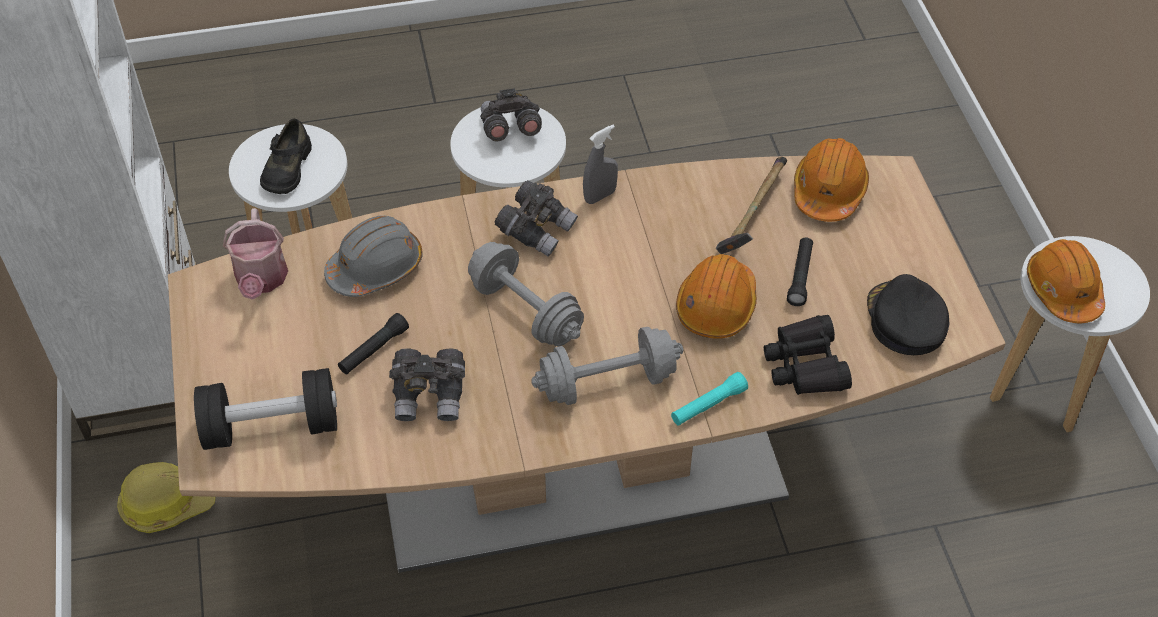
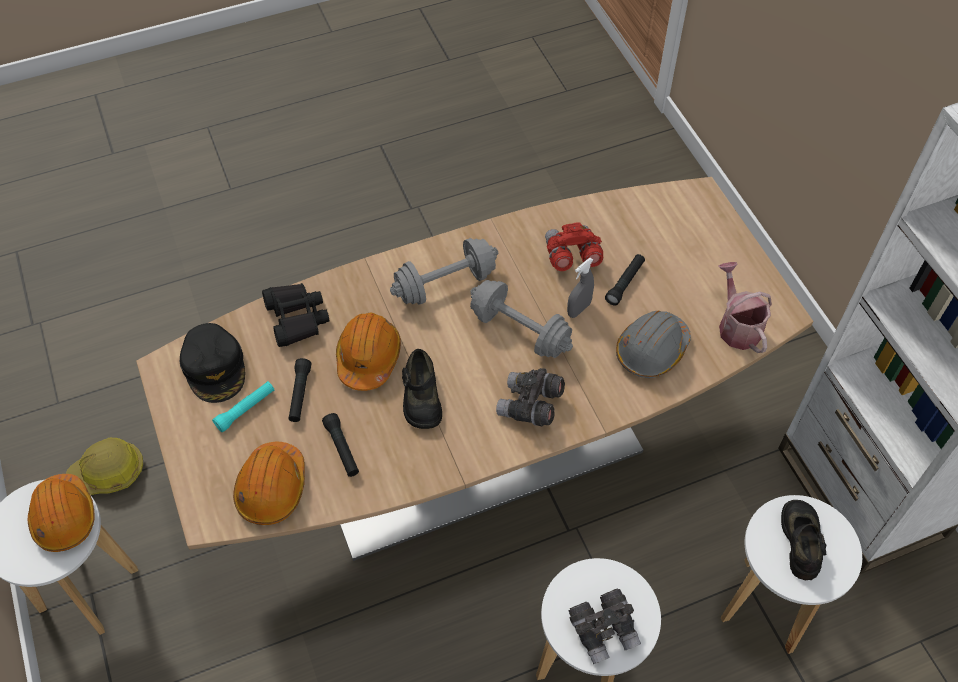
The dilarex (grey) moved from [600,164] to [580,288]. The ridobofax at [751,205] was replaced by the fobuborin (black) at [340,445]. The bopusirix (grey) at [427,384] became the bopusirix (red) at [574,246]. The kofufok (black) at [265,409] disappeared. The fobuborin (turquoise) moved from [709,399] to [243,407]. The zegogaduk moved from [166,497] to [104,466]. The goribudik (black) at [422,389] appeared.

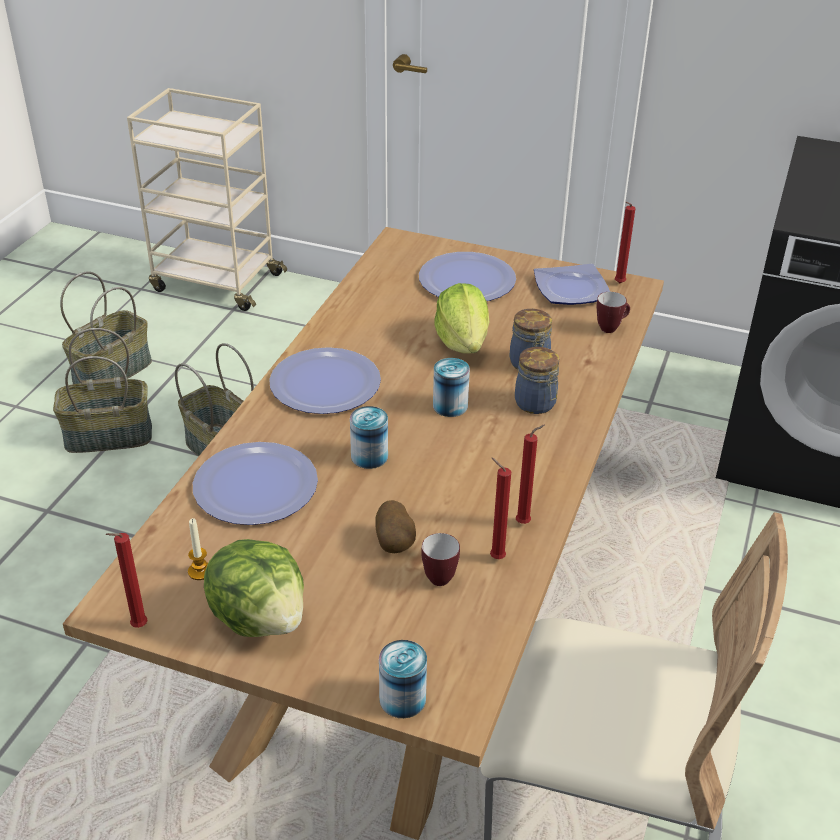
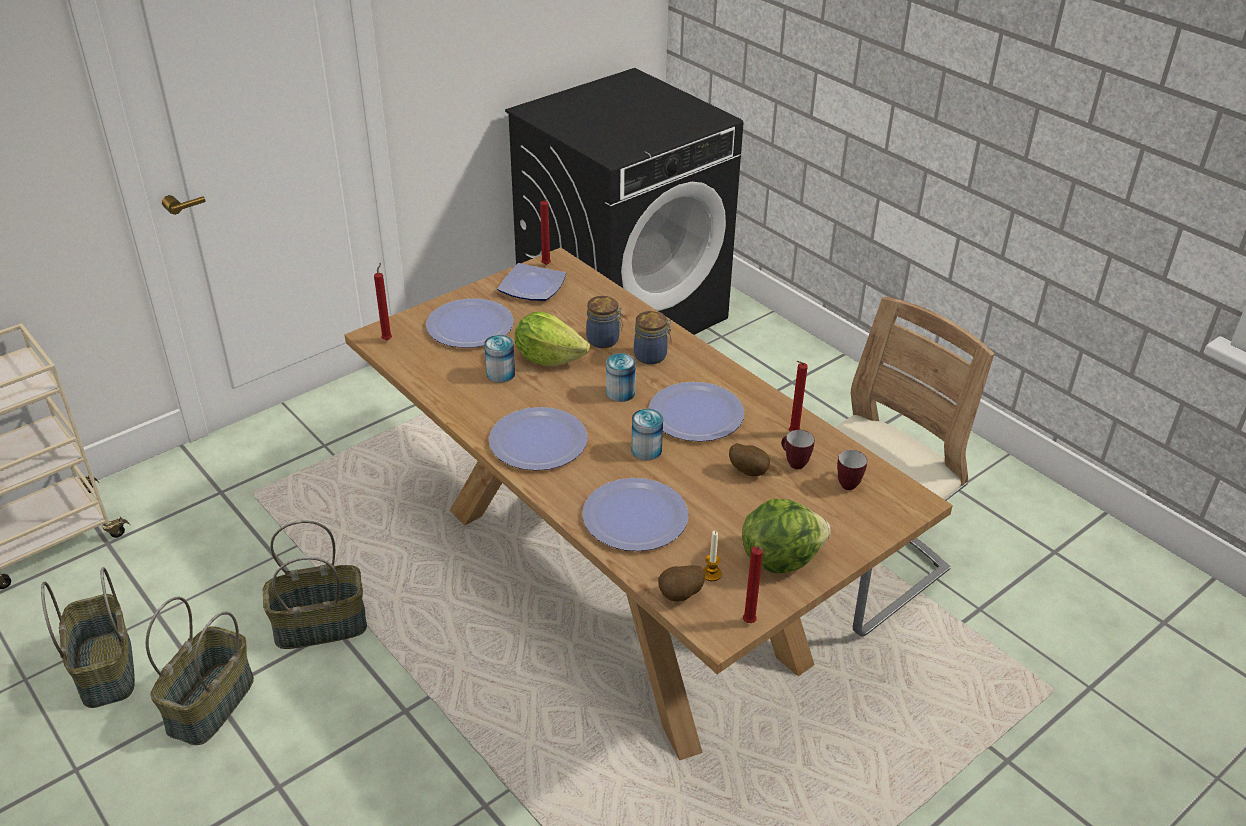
The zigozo moved from [613,312] to [852,470]. The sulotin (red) moved from [530,474] to [383,301]. The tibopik moved from [403,679] to [499,359]. The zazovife at [696,412] appeared. The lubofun at [681,583] appeared.

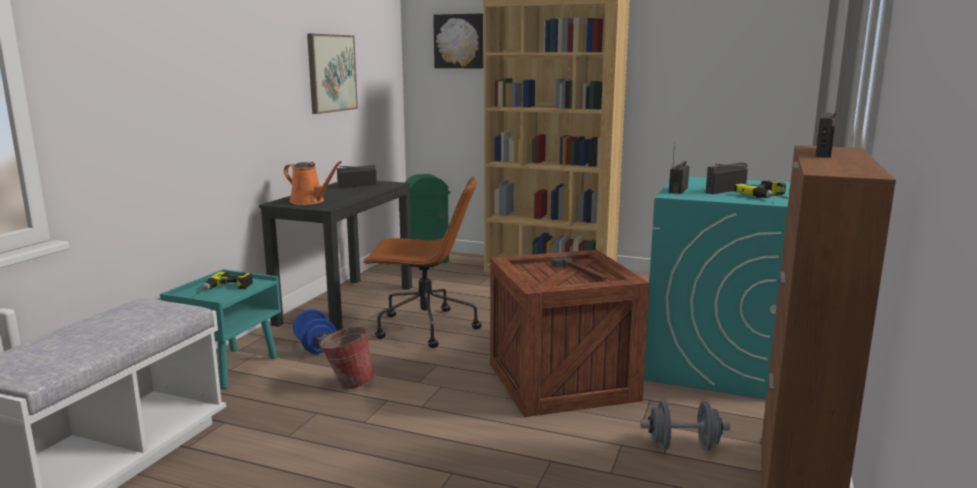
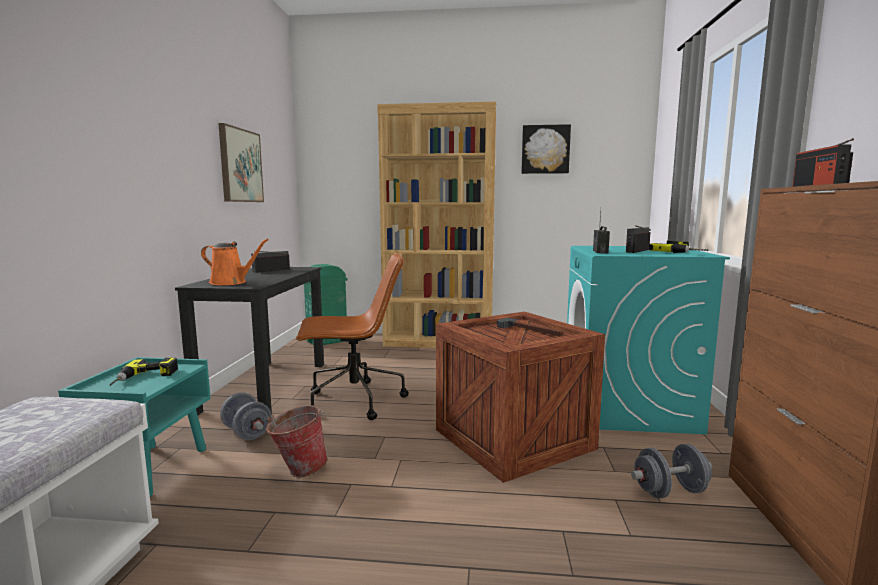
The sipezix moved from [458,41] to [546,149]. The kofufok (blue) at [314,331] became the kofufok (grey) at [246,416].

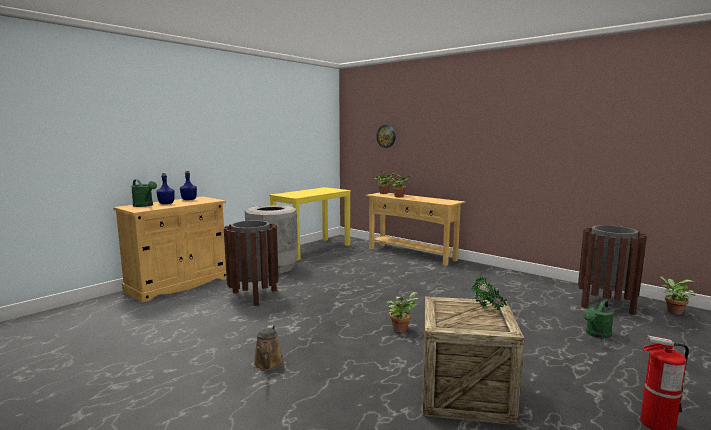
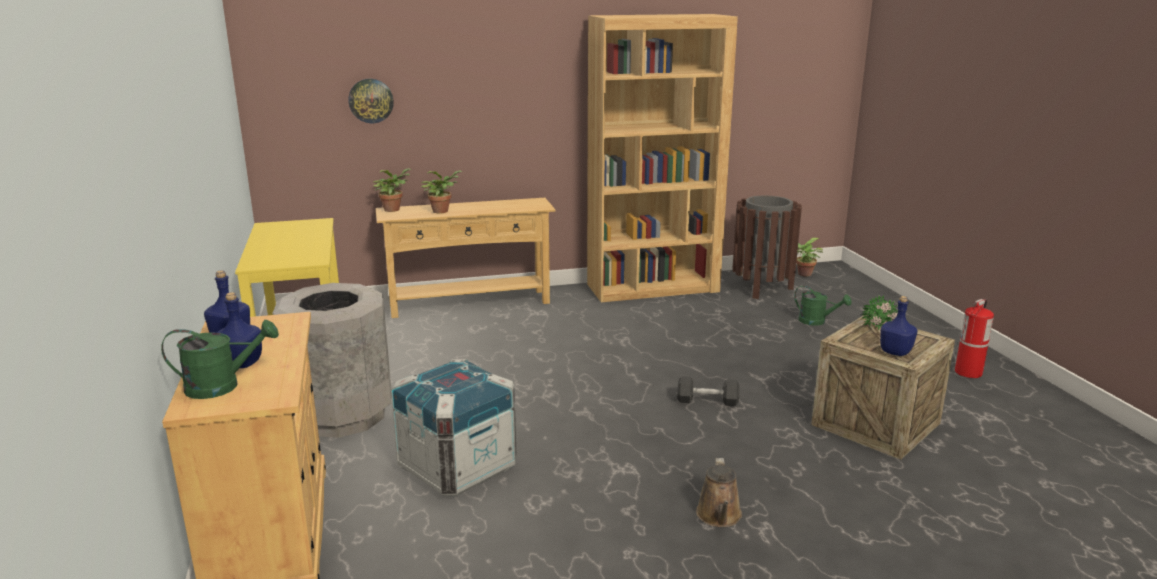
The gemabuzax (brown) at [251,263] was replaced by the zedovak at [454,427]. The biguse at [403,312] was replaced by the kofufok (grey) at [708,391]. The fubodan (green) at [599,319] turned 45 degrees counterclockwise. The fubodan (brown) at [268,348] turned 60 degrees clockwise. The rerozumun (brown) at [662,158] appeared. The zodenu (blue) at [898,326] appeared.

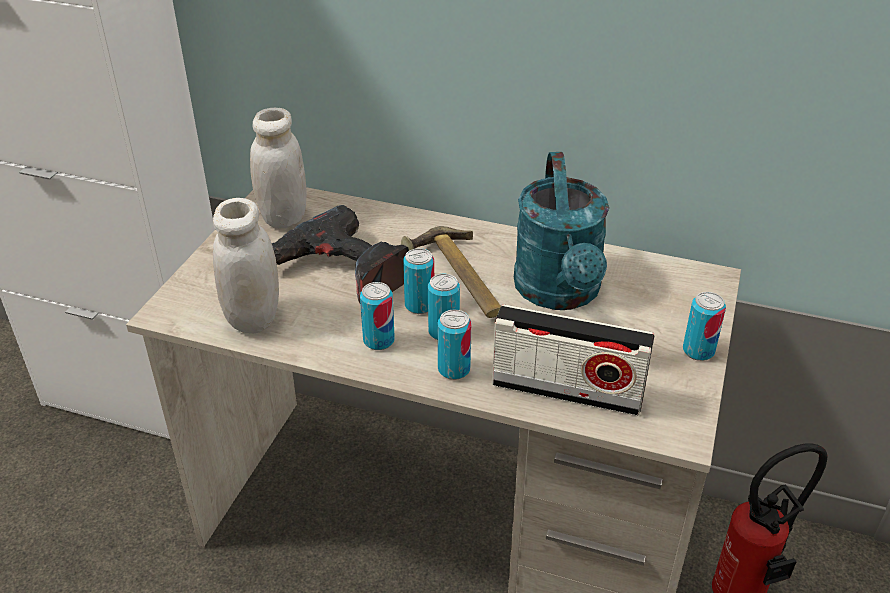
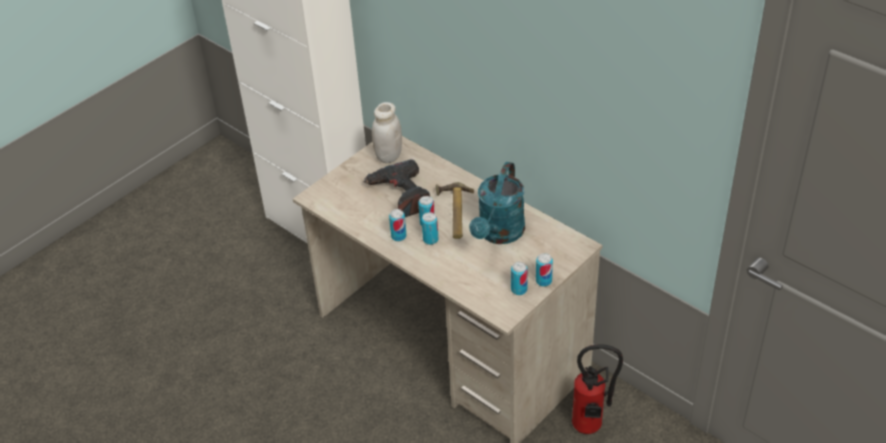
The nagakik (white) at [246,265] disappeared. The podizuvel at [573,360] disappeared. The tibopik moved from [454,345] to [519,278].

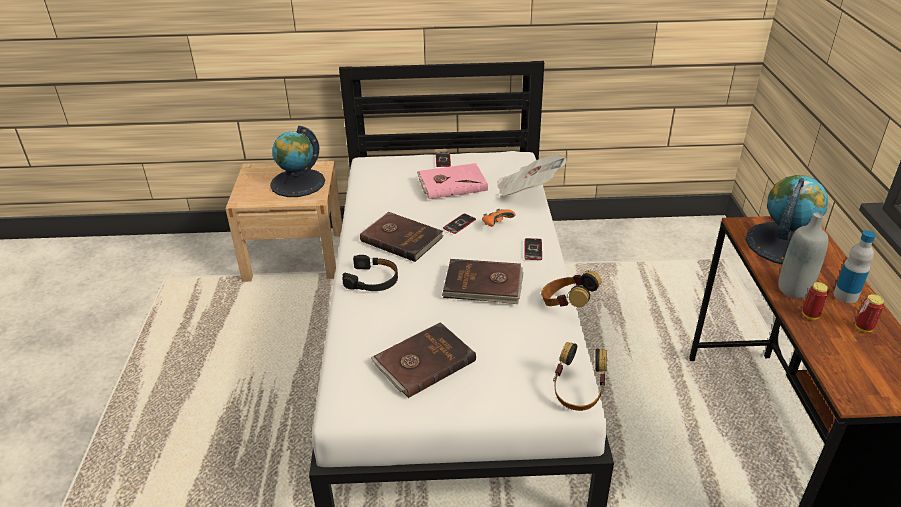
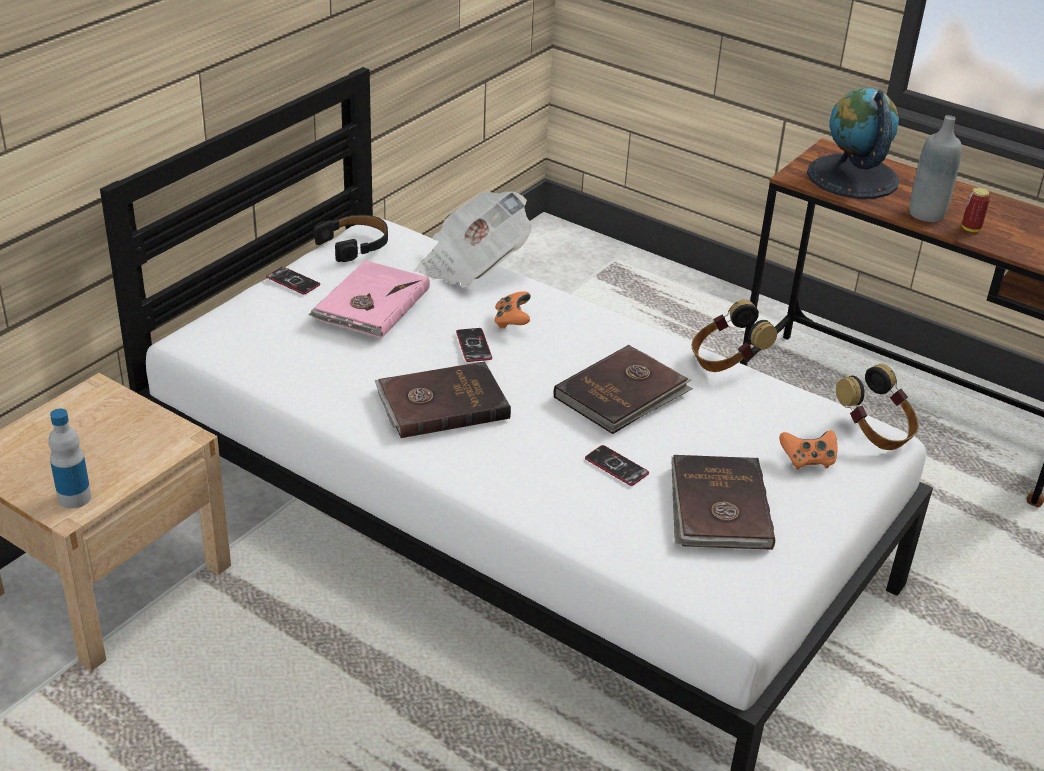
The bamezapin at [297,161] disappeared. The zodenu moved from [854,266] to [69,458]. The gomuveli moved from [533,249] to [617,465]. The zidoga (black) moved from [370,273] to [350,238]. The tibopik at [869,313] disappeared. The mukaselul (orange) at [808,450] appeared.

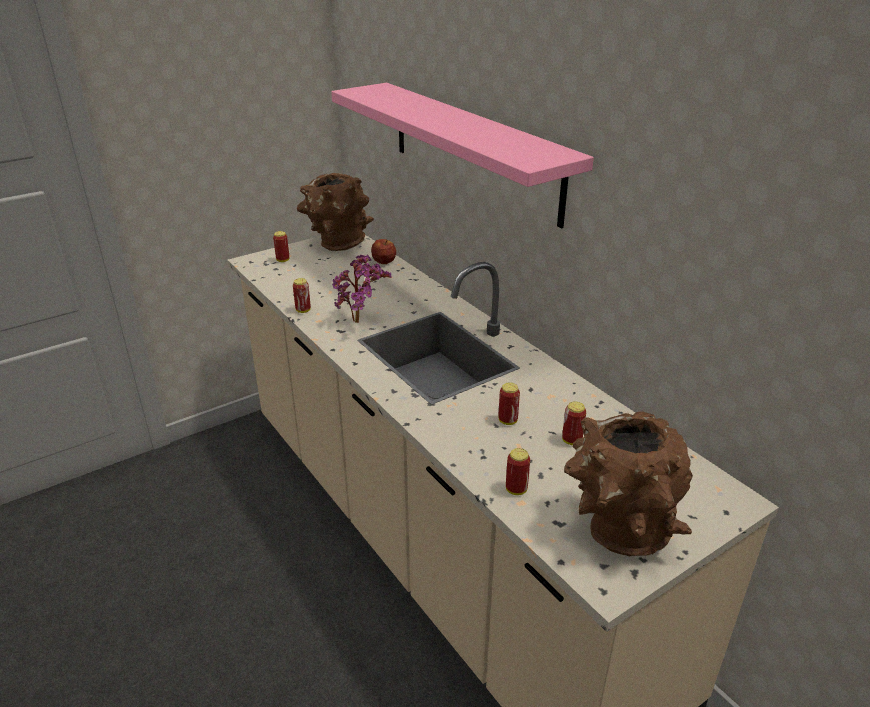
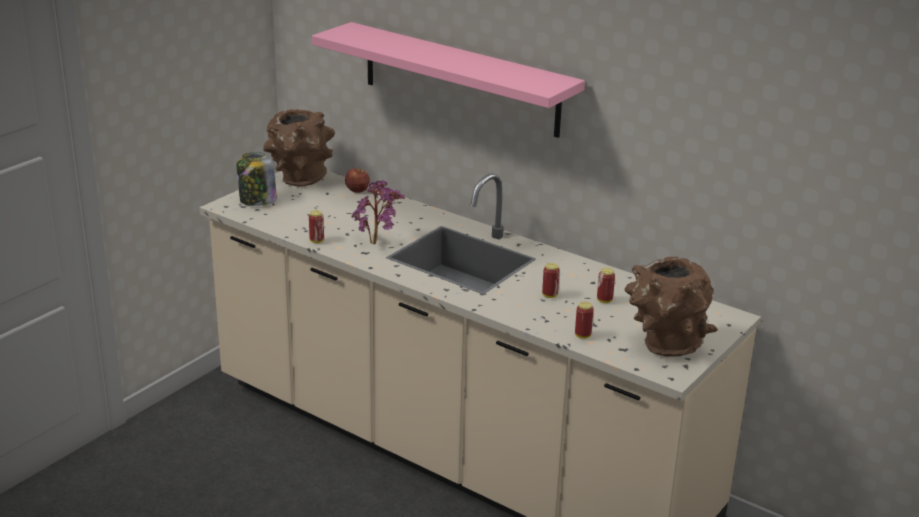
The tibopik at [281,246] was replaced by the nagakik at [256,179].

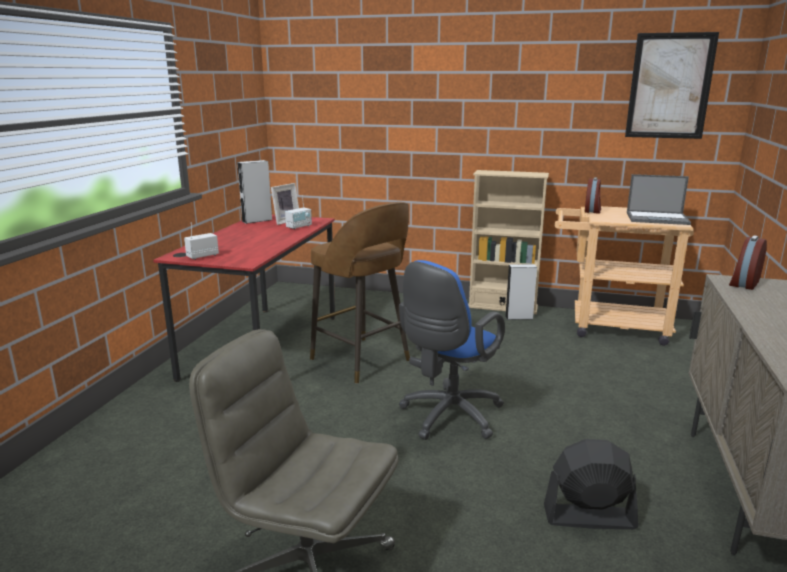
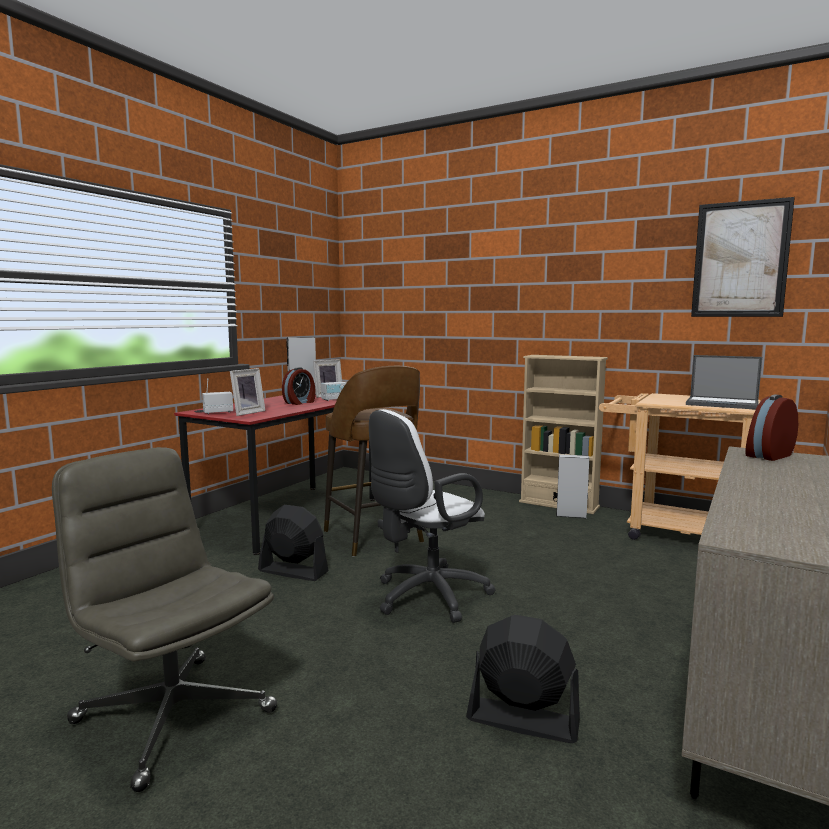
The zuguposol moved from [593,195] to [299,386]. The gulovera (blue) at [452,350] became the gulovera (white) at [432,516]. The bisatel at [247,392] appeared. The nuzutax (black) at [293,543] appeared.

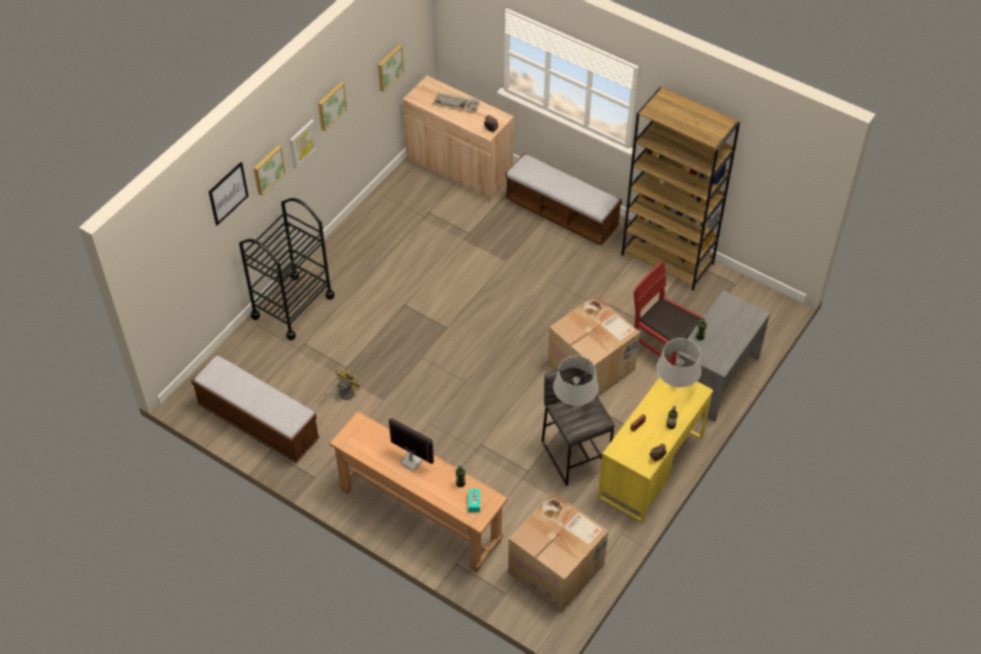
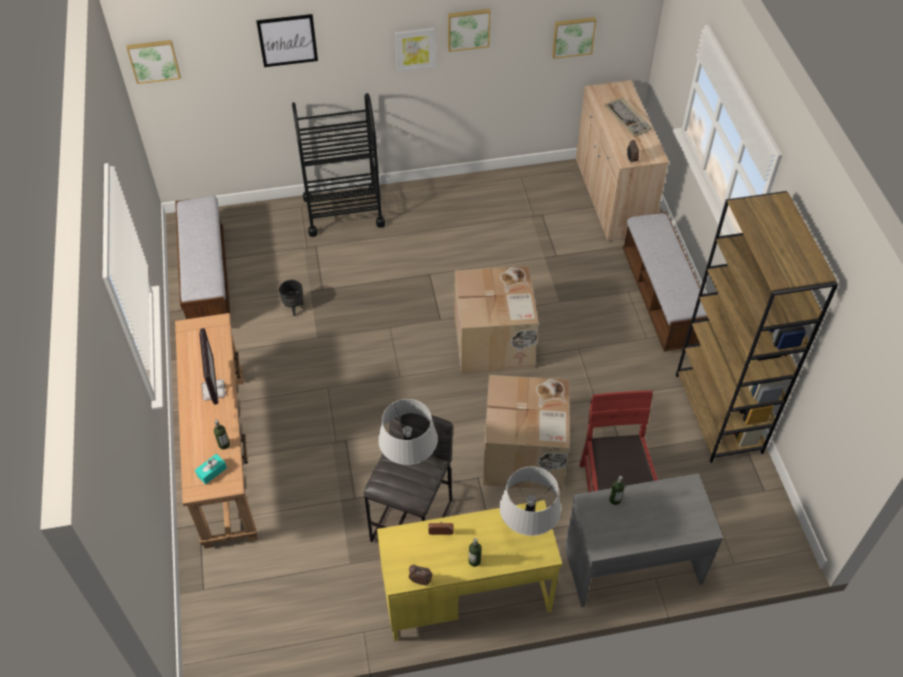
The sipezix moved from [270,171] to [154,62]. The nuzutax (yellow) at [340,386] was replaced by the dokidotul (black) at [291,298]. The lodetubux moved from [558,552] to [497,320].

